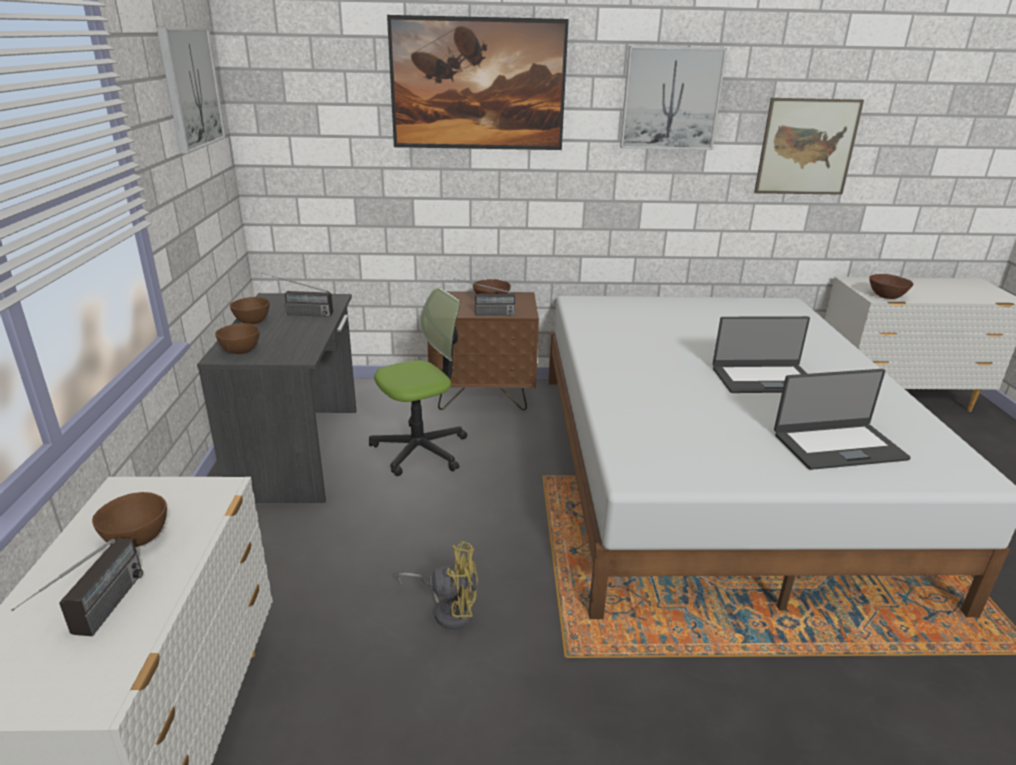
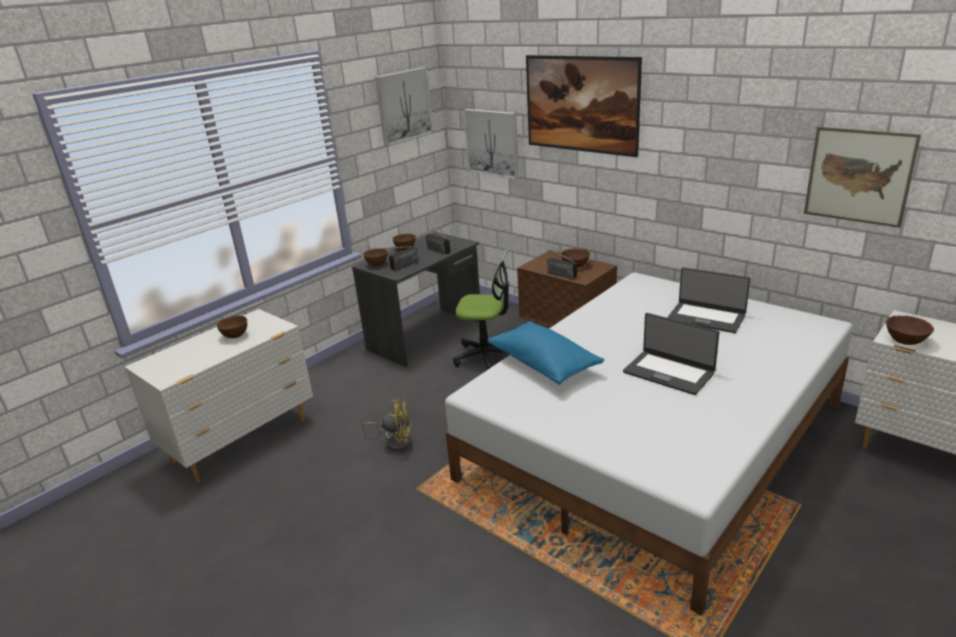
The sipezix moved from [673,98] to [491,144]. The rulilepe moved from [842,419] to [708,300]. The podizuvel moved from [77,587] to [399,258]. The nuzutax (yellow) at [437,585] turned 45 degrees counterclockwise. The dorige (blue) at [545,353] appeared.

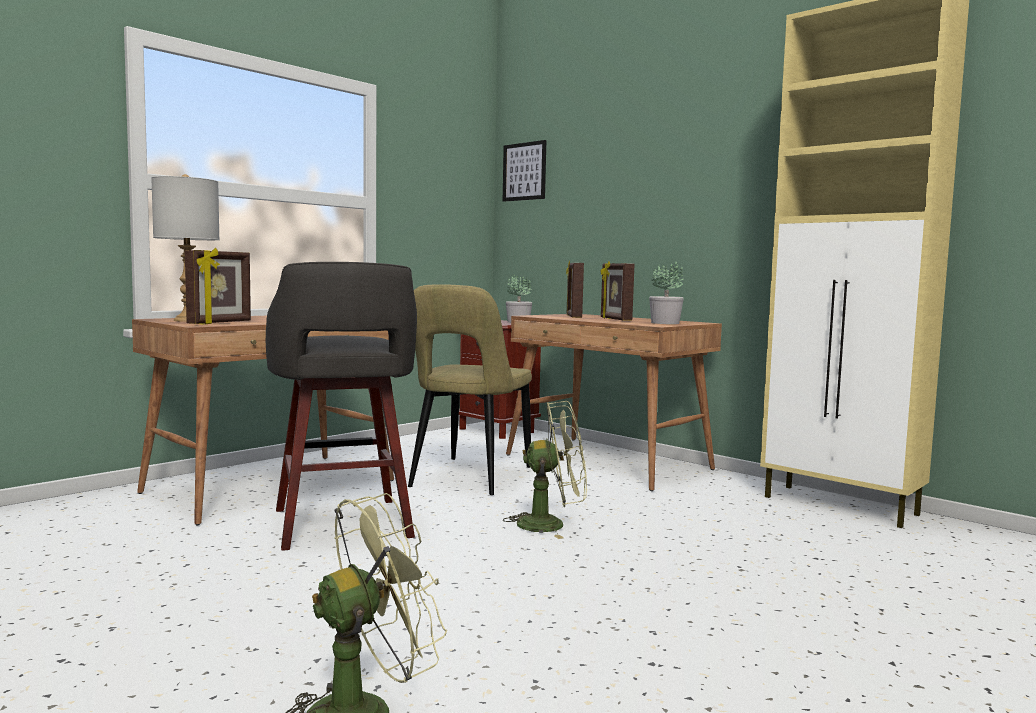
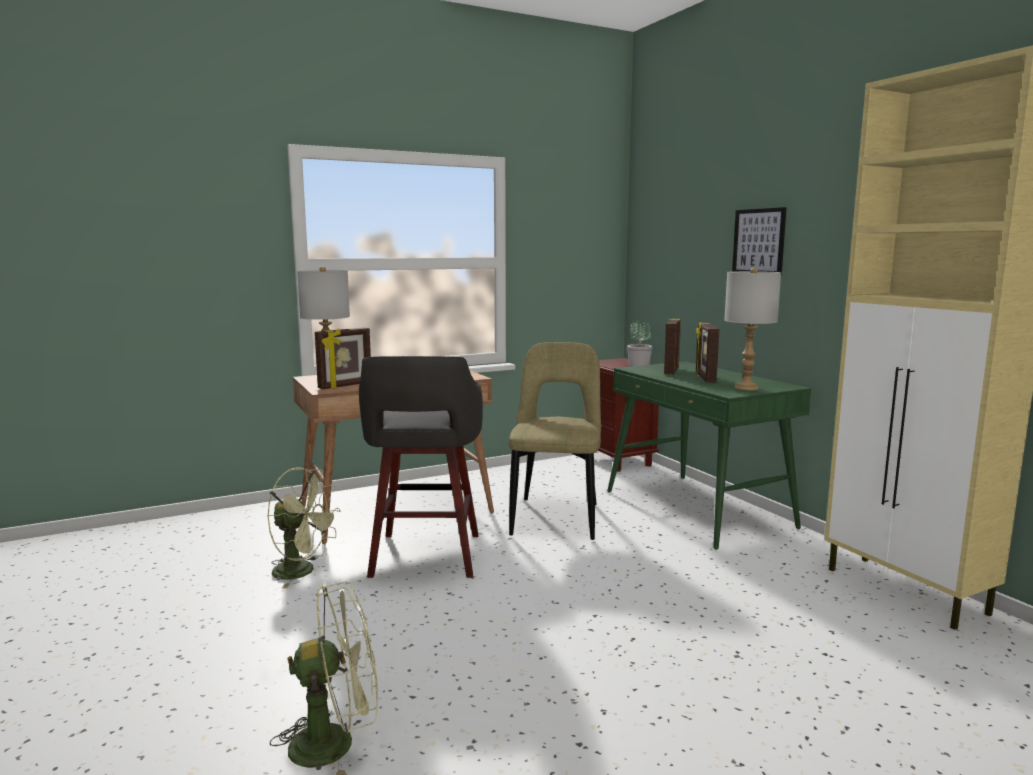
The sipezix moved from [524,171] to [759,241]. The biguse at [666,293] was replaced by the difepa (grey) at [752,328]. The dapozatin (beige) at [470,389] turned 150 degrees clockwise. The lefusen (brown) at [614,402] became the lefusen (green) at [709,455]. The nuzutax (green) moved from [545,470] to [304,528].

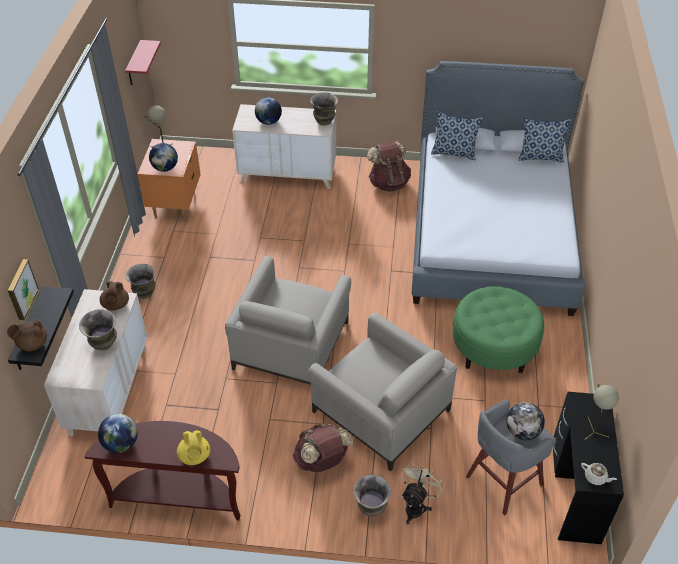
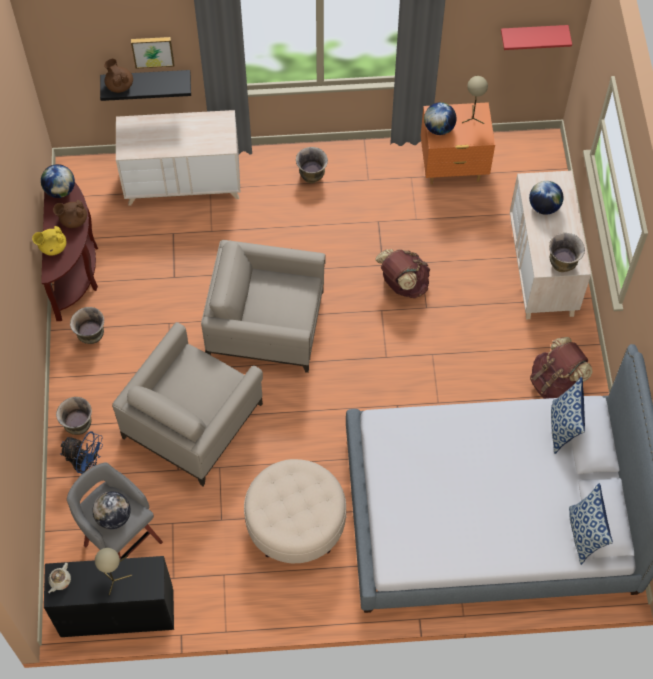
The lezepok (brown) moved from [114,296] to [70,214]. The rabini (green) at [499,329] became the rabini (beige) at [295,511]. The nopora moved from [98,330] to [87,325]. The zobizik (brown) moved from [323,447] to [402,273]. The nuzutax (beige) at [423,492] became the nuzutax (blue) at [81,453].

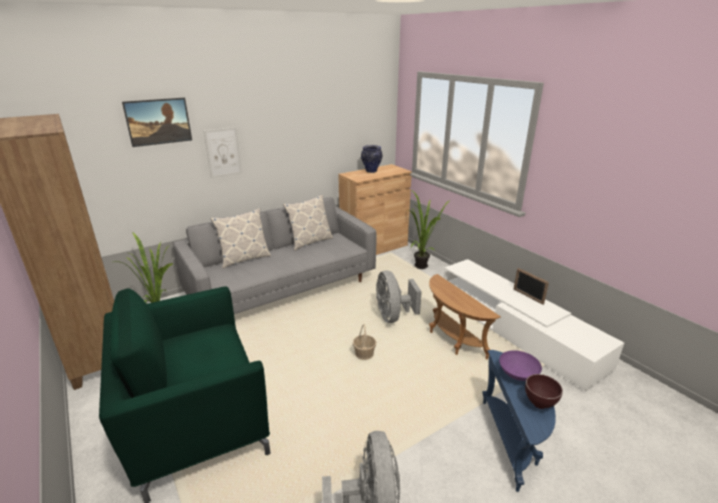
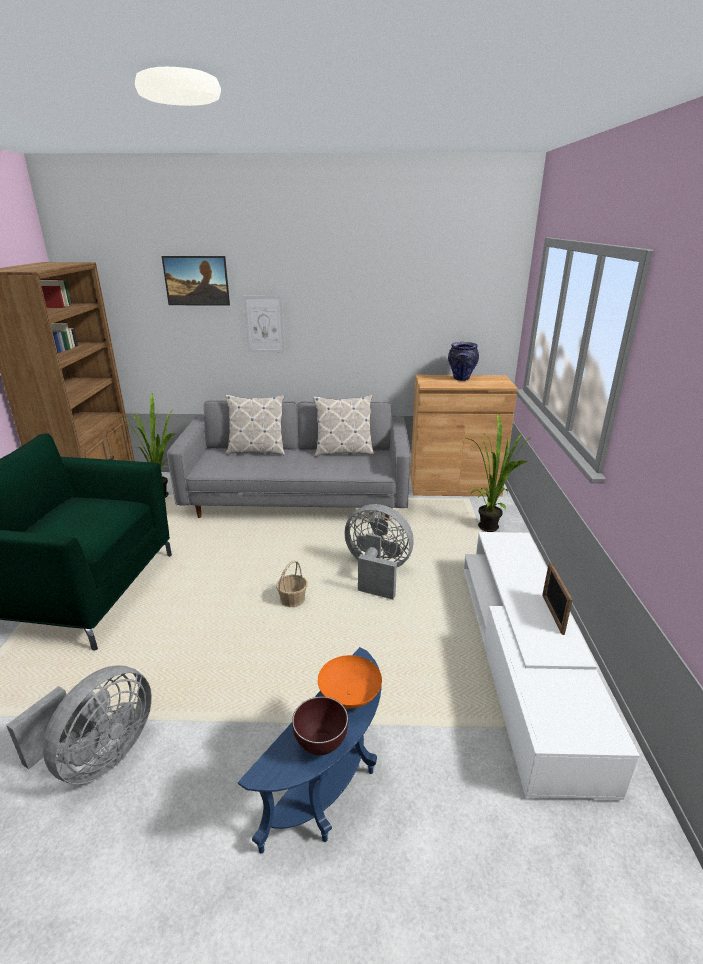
The nuzutax (grey) at [399,297] turned 90 degrees clockwise. The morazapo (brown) at [465,316] disappeared. The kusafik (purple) at [520,365] became the kusafik (orange) at [350,682].

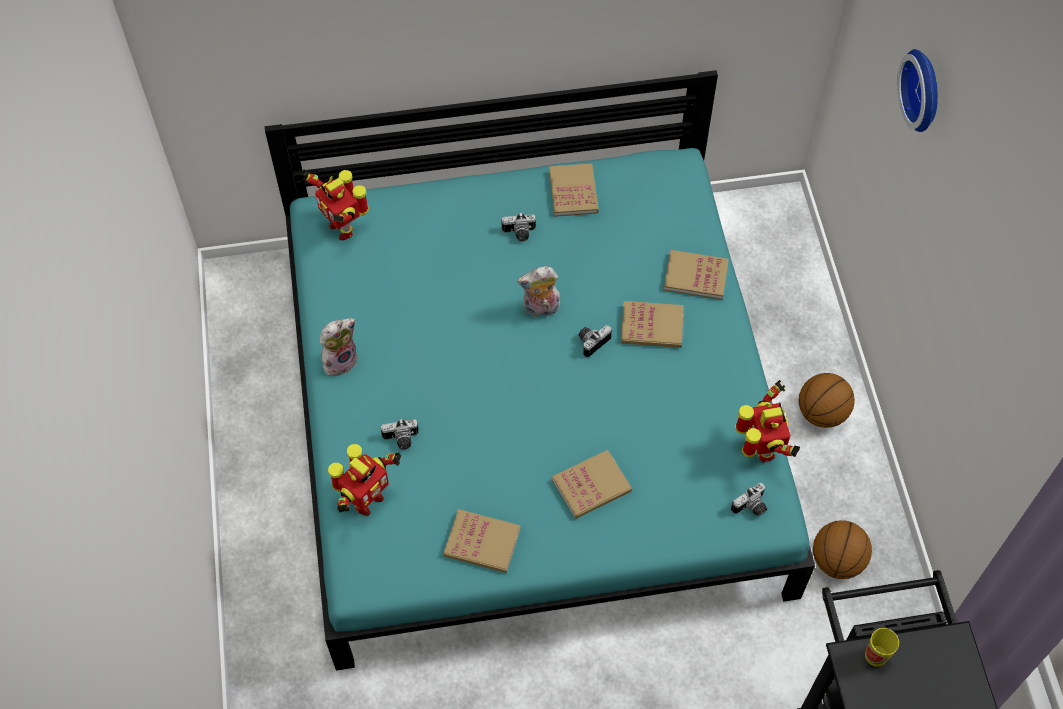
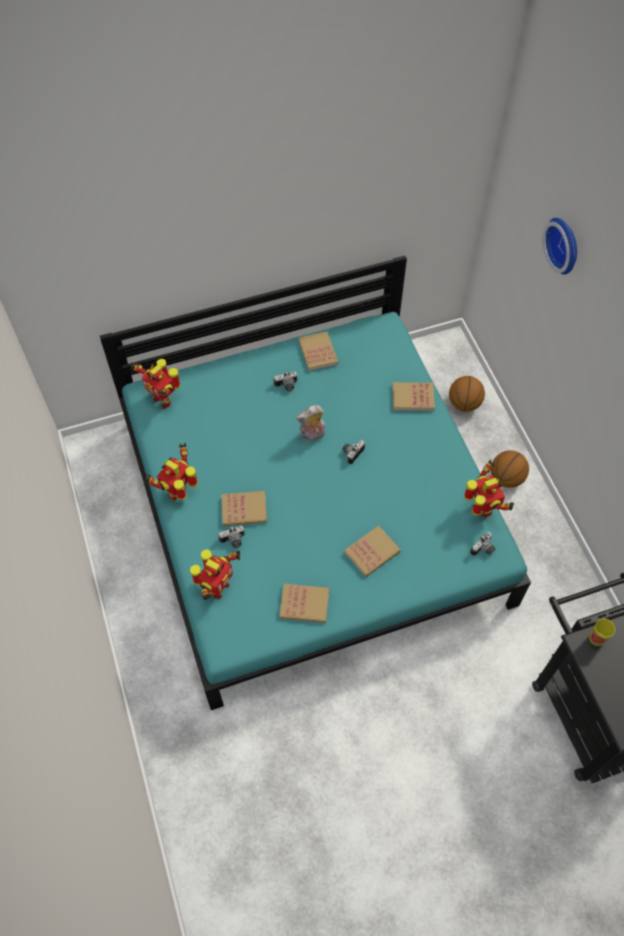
The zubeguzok moved from [652,324] to [244,508]. The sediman at [338,347] was replaced by the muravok at [172,471]. The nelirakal moved from [842,549] to [467,394].

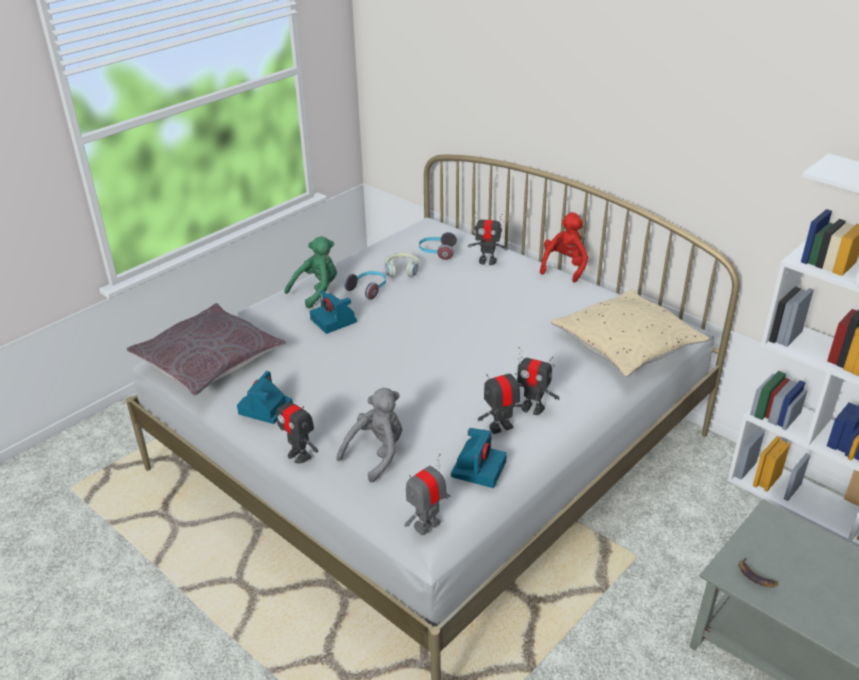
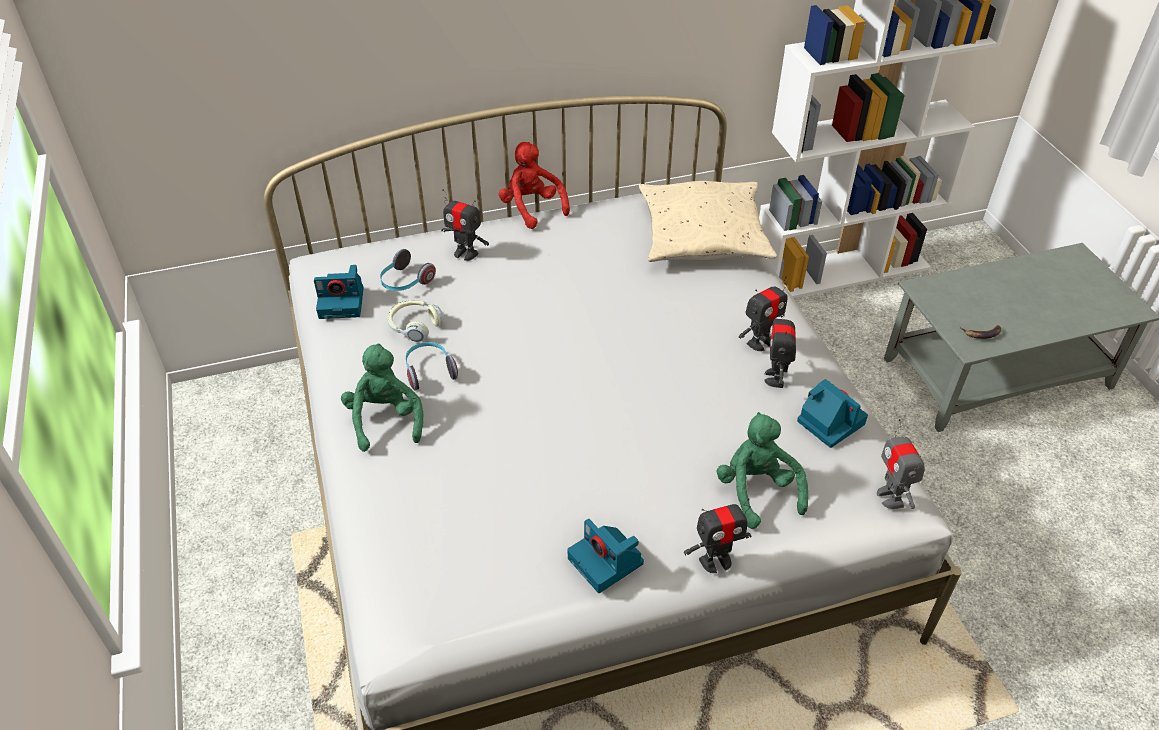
The muravok at [488,238] turned 75 degrees clockwise. The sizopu moved from [333,312] to [339,292]. The dorige (grey) at [206,349] disappeared. The sediman (grey) at [369,435] became the sediman (green) at [762,470].

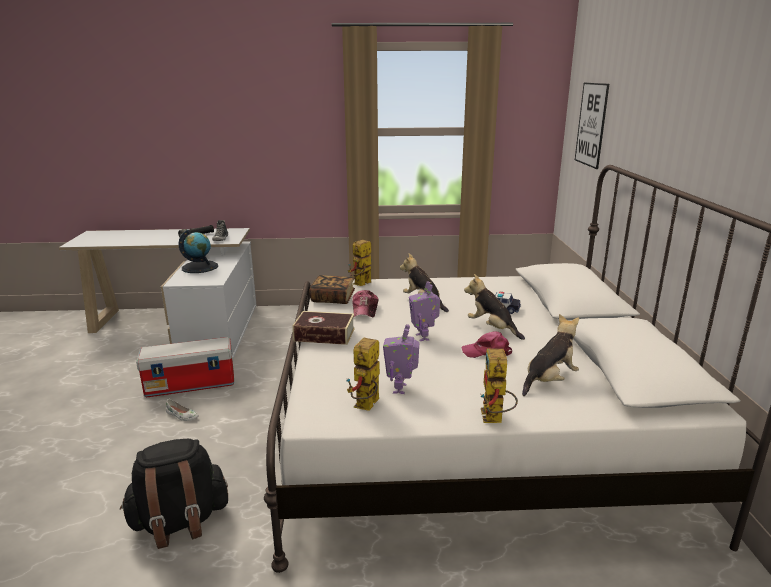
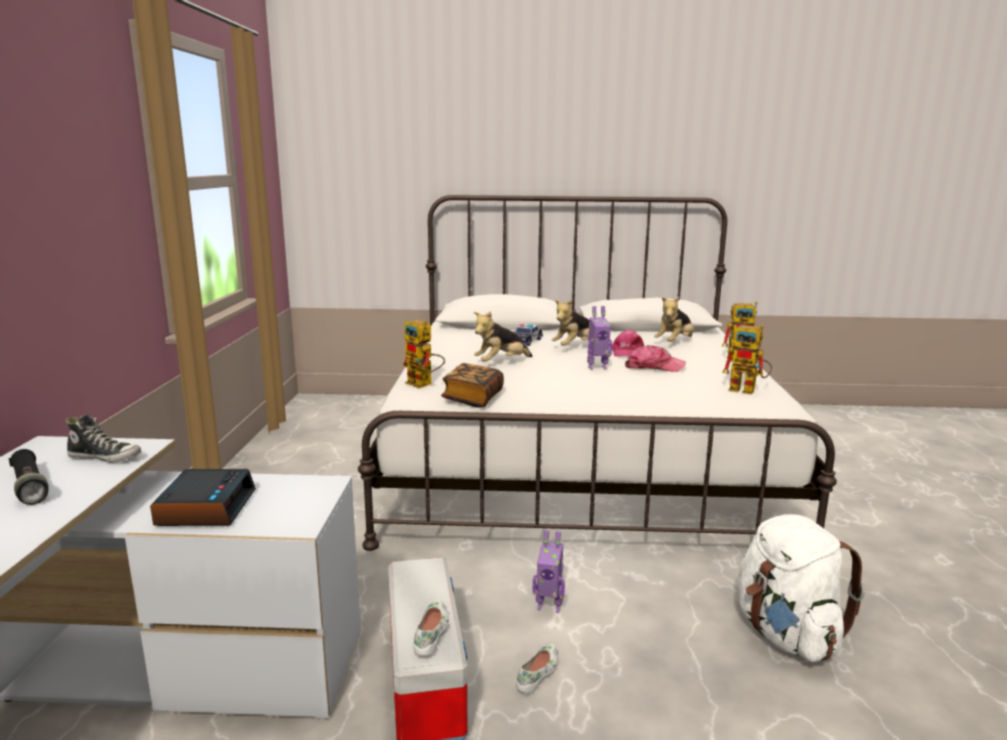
The sipezix at [592,126] disappeared. The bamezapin at [198,251] was replaced by the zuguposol at [203,497]. The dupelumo moved from [365,304] to [655,358]. The zubeguzok at [323,328] disappeared. The sediman at [550,355] turned 105 degrees counterclockwise. The muravok moved from [401,359] to [549,571]. The zobizik (black) at [174,494] became the zobizik (white) at [801,588]. The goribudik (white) at [431,628] appeared.

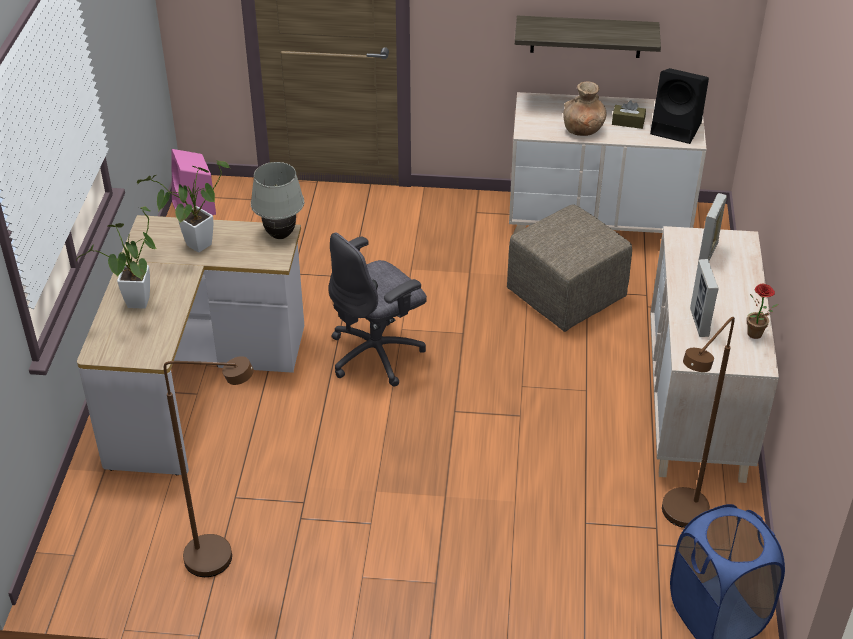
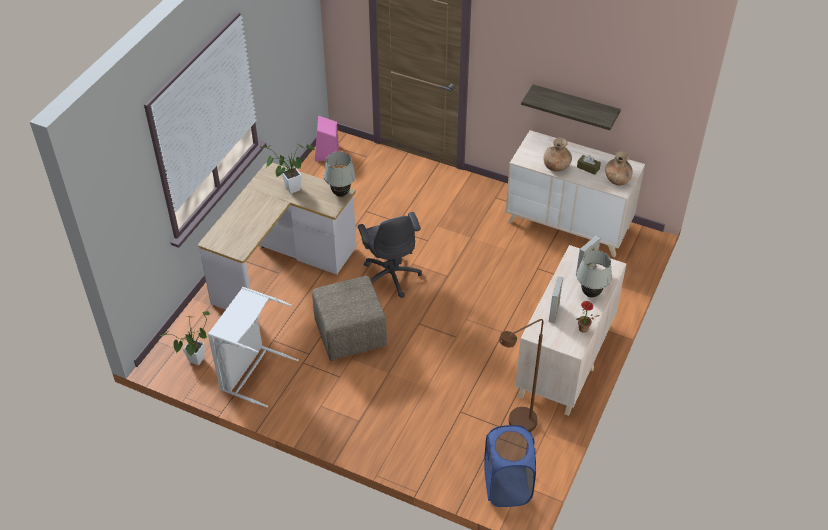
The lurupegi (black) at [679,106] was replaced by the nopora (brown) at [618,168]. The rabini (beige) moved from [569,268] to [349,318]. The biguse moved from [116,258] to [183,338]. The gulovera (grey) at [377,310] turned 90 degrees counterclockwise. The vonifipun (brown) at [209,466] was replaced by the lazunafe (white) at [253,347]. The difepa (white) at [594,274] appeared.

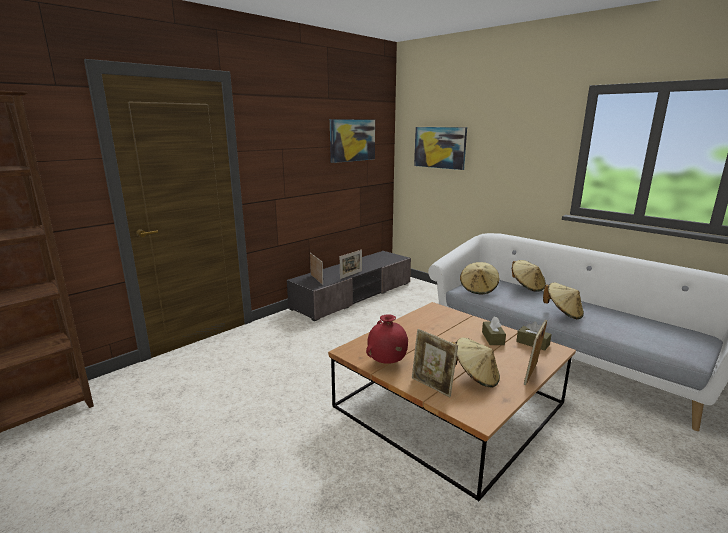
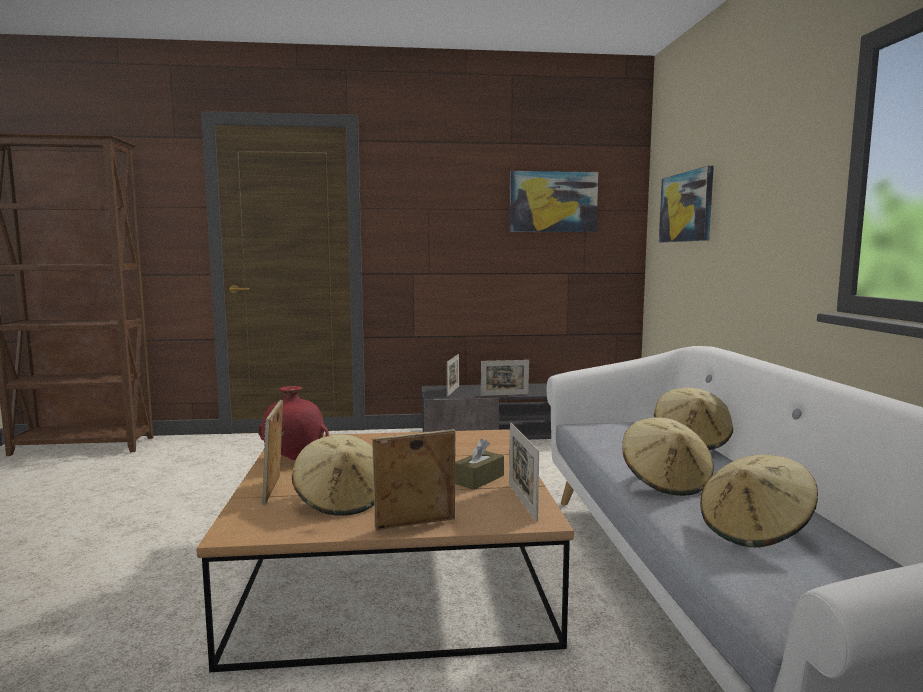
The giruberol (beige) moved from [479,278] to [759,501]. The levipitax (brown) at [534,336] was replaced by the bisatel at [524,472].

